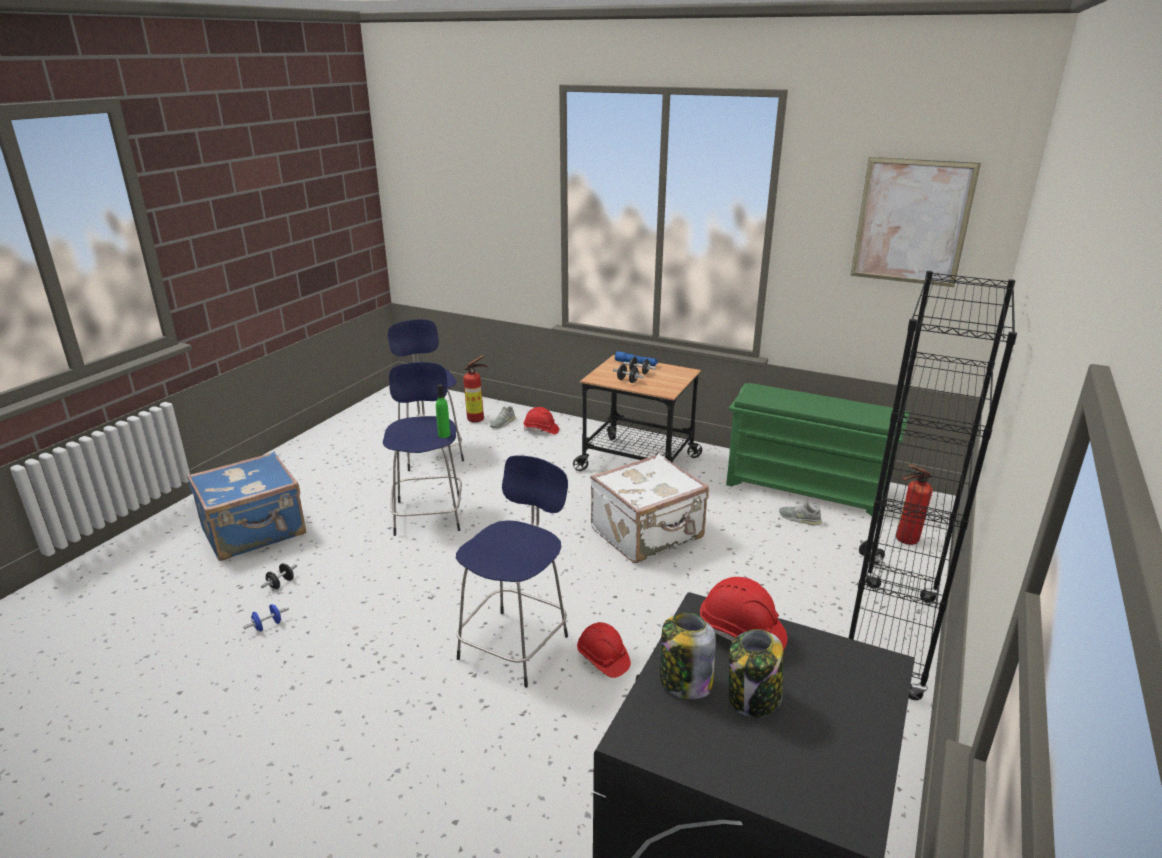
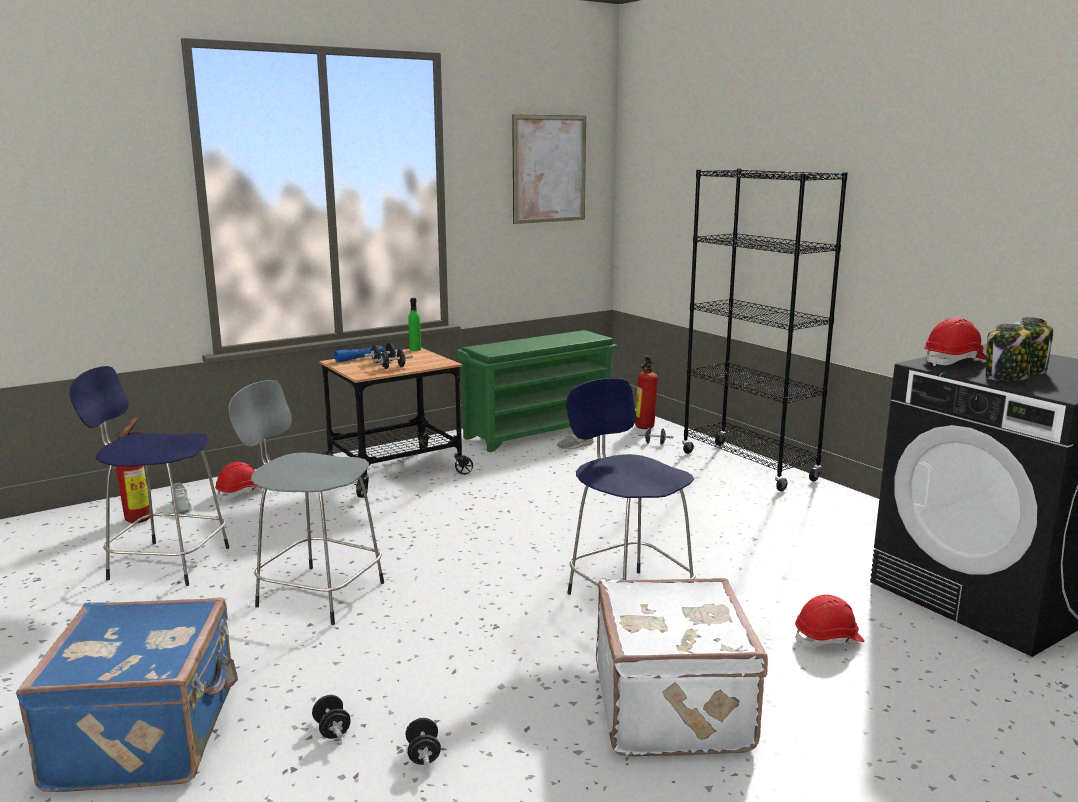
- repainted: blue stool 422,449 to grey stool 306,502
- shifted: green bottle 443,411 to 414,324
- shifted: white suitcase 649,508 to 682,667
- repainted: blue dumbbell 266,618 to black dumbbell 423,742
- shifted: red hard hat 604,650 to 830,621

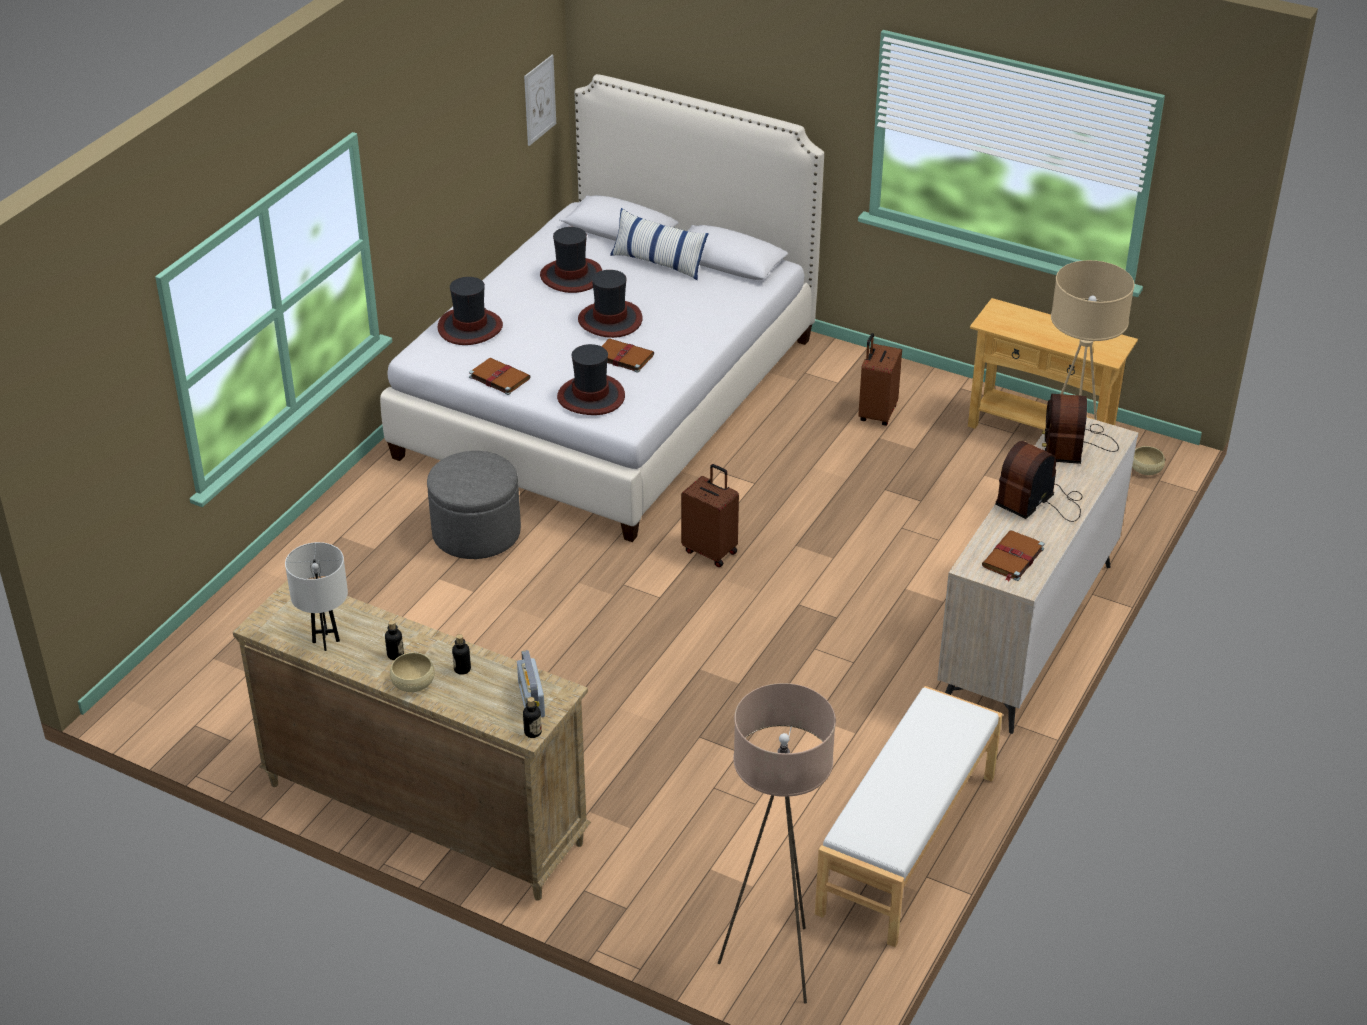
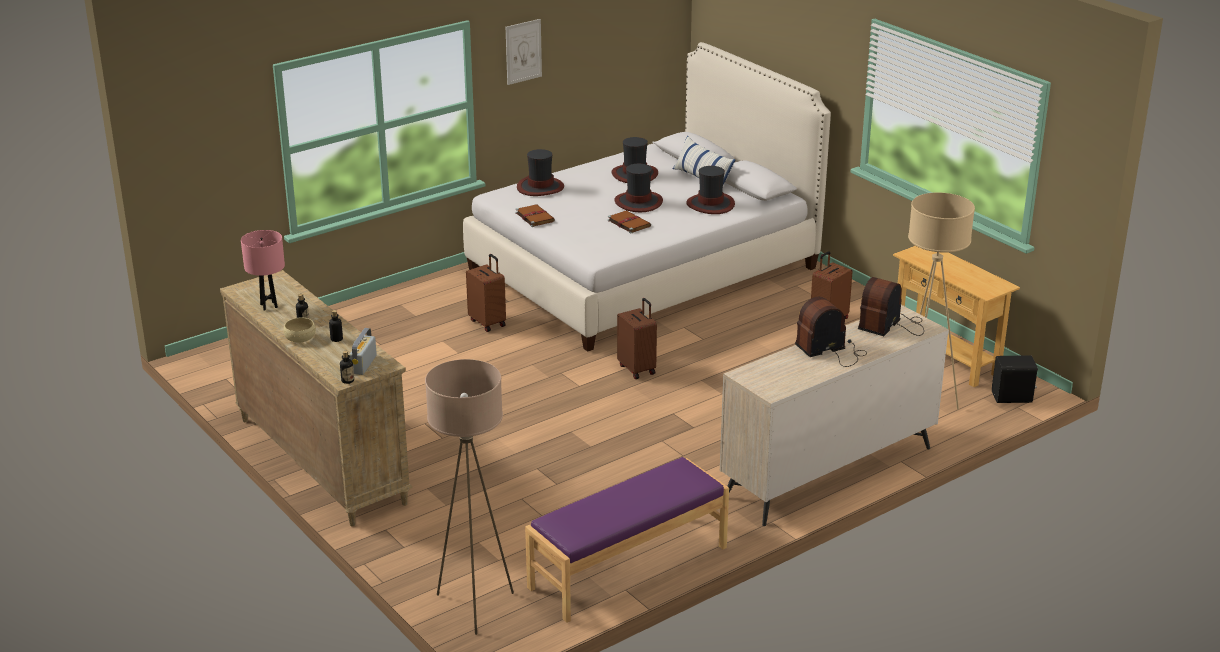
- shifted: picture 540,100 to 524,52
- shifted: hat 591,379 to 710,190
- swapped: beige bowl 1148,460 to black speaker 1015,379
- swapped: grey ottoman 474,505 to brown suitcase 486,293
- gone: brown book 1013,556
- repainted: white table lamp 316,596 to pink table lamp 263,270
- repainted: white bench 908,816 to purple bench 627,540

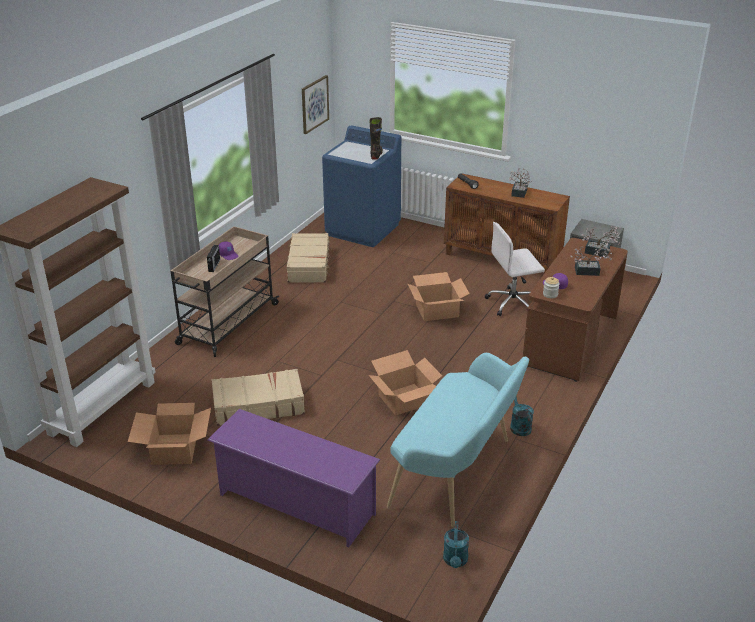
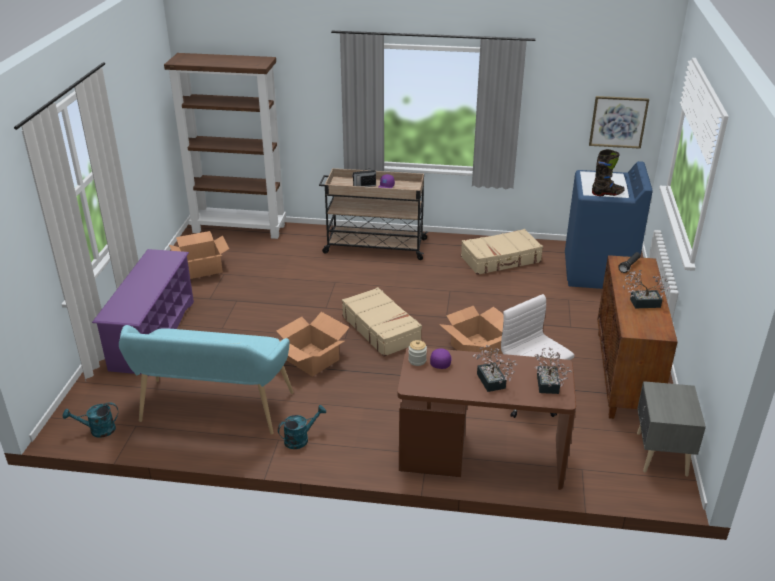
- shifted: beige suitcase 258,397 to 382,322

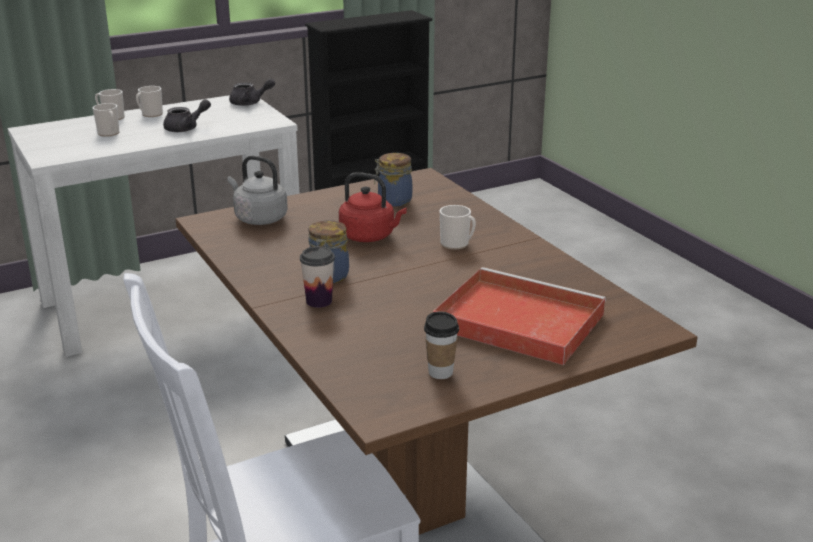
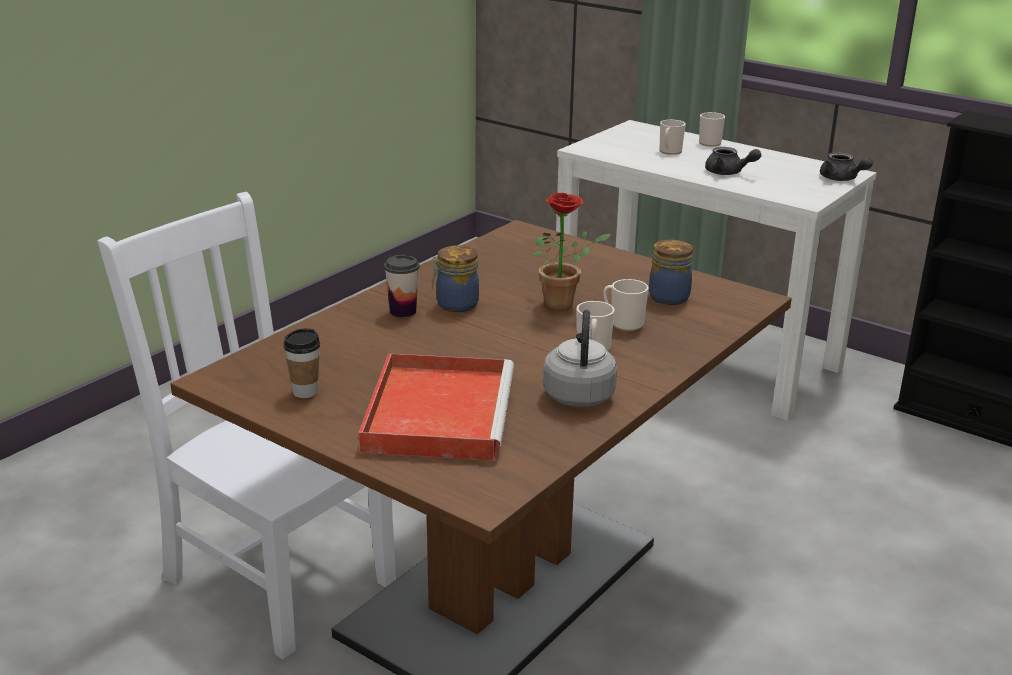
- shifted: mug 149,101 to 626,305
- shifted: grey kettle 257,190 to 580,358
- swapped: red kettle 373,207 to potted plant 572,252

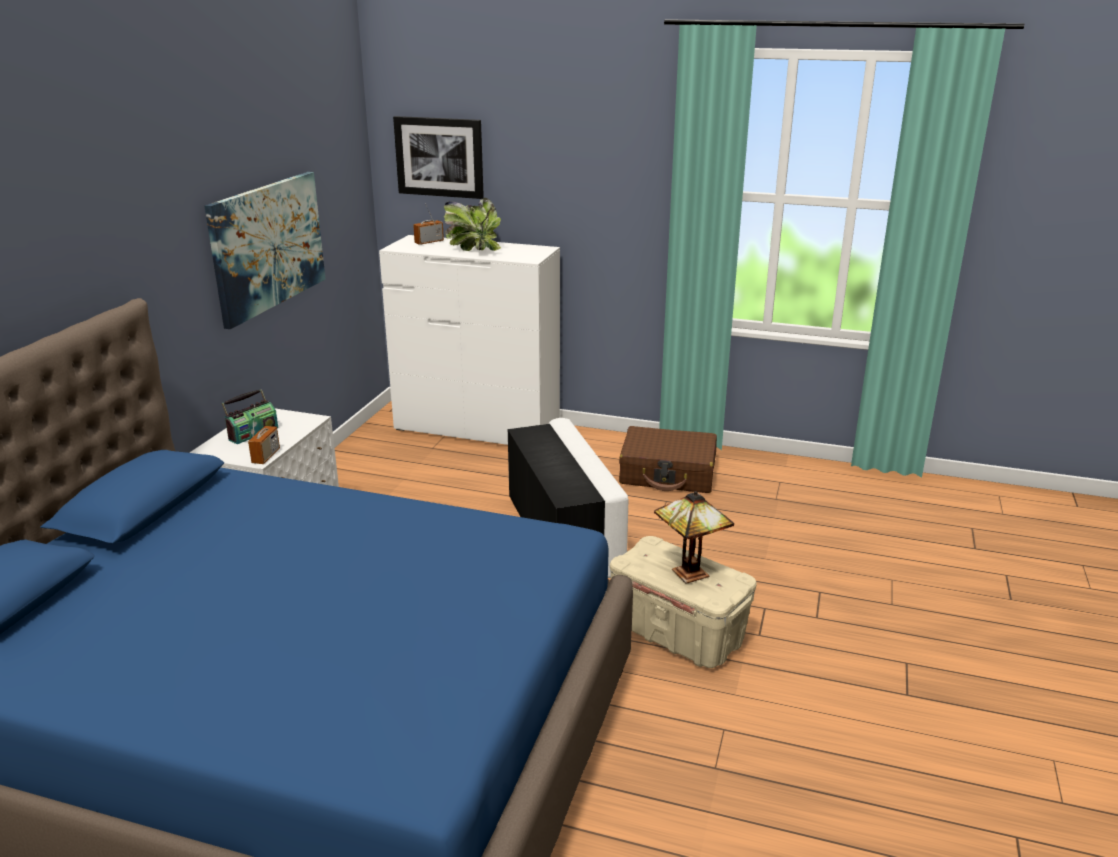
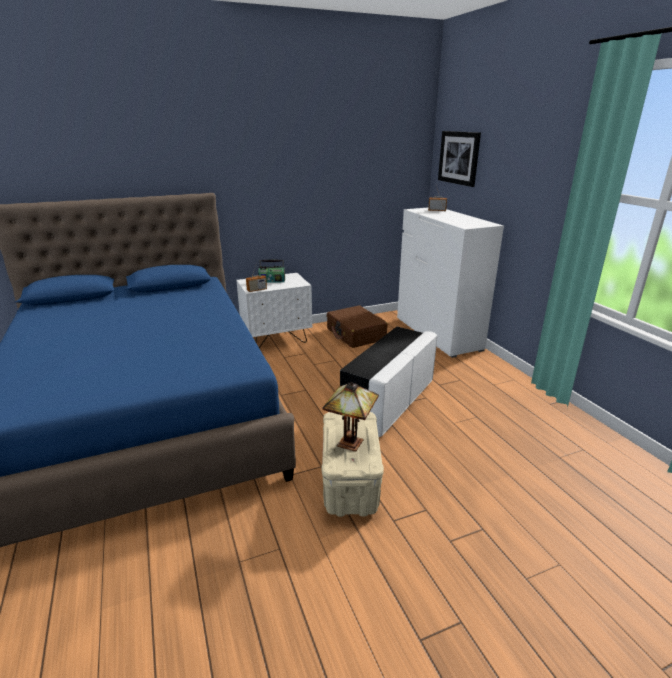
- gone: picture 264,250
- gone: potted plant 472,224
- shifted: brown suitcase 668,459 to 357,326

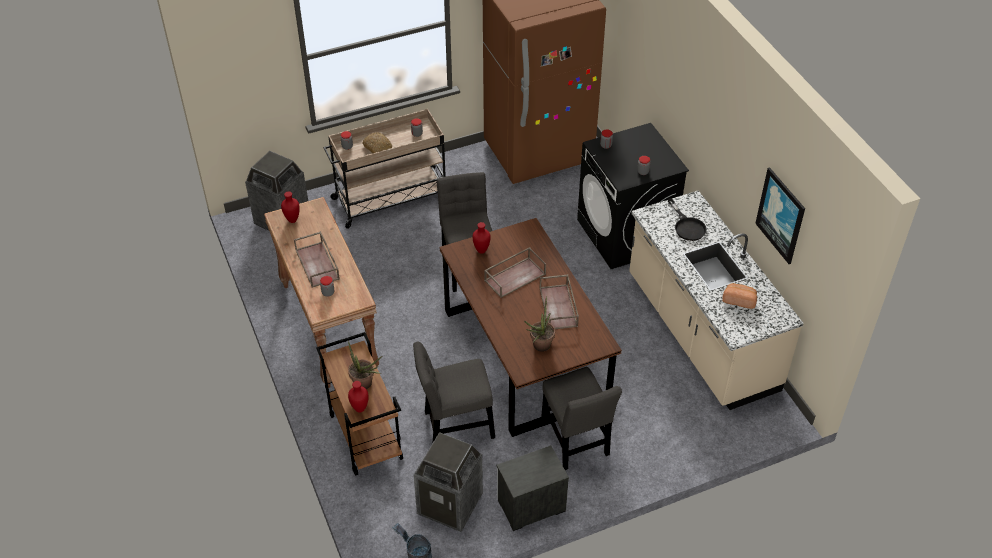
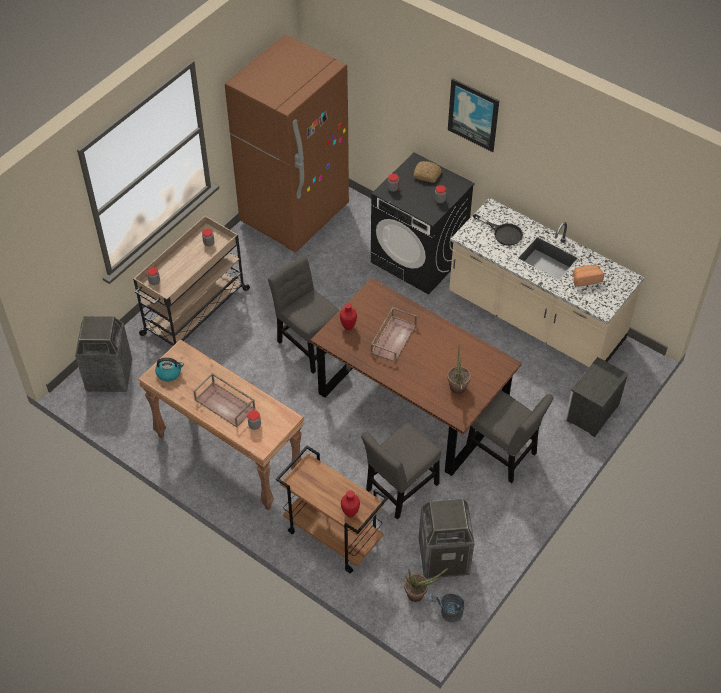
- shifted: bread 377,142 to 427,172
- shifted: picture 780,215 to 473,115
- swapped: red vase 290,207 to kettle 169,369
- gone: brown tray 559,301
- shifted: potted plant 365,365 to 426,585
- shifted: nightstand 533,488 to 596,397

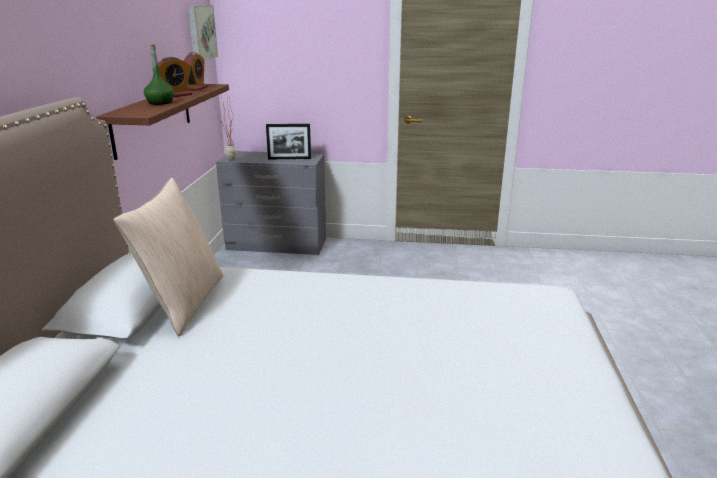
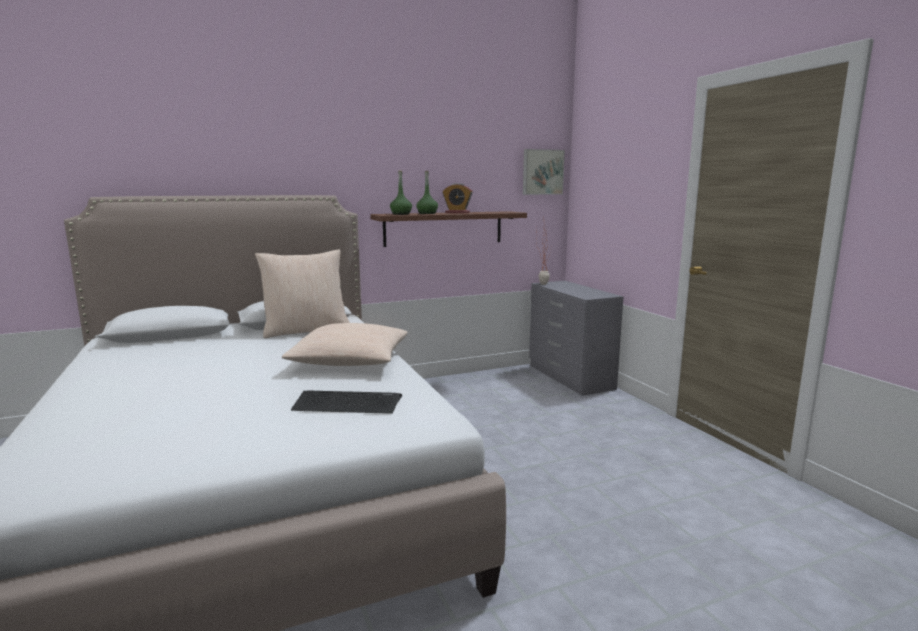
- gone: alarm clock 196,71
- gone: picture frame 288,141
- new: green bottle 401,193
- new: beige pillow 345,344
- new: keyboard 346,402

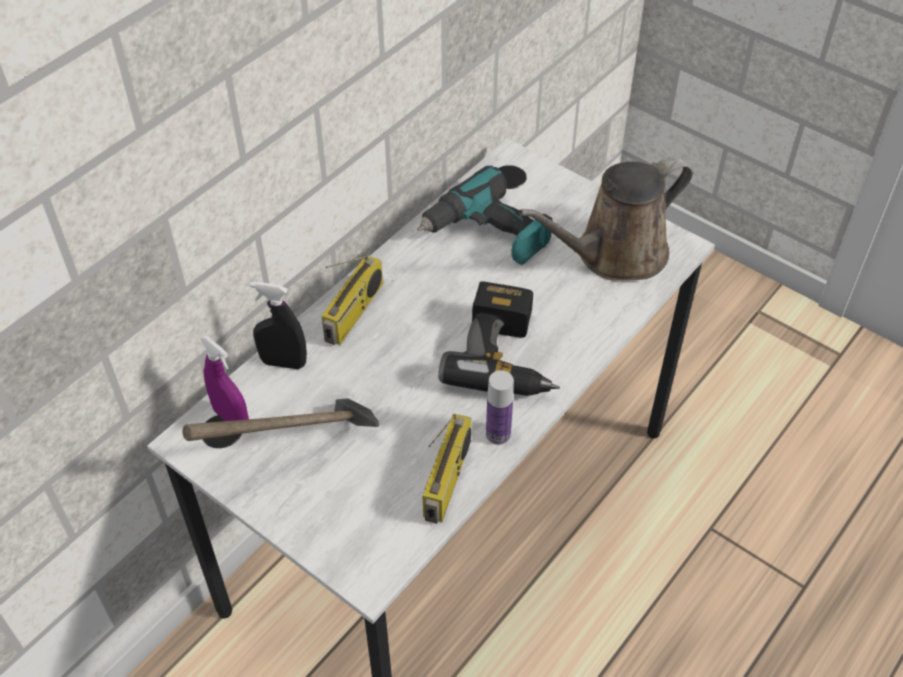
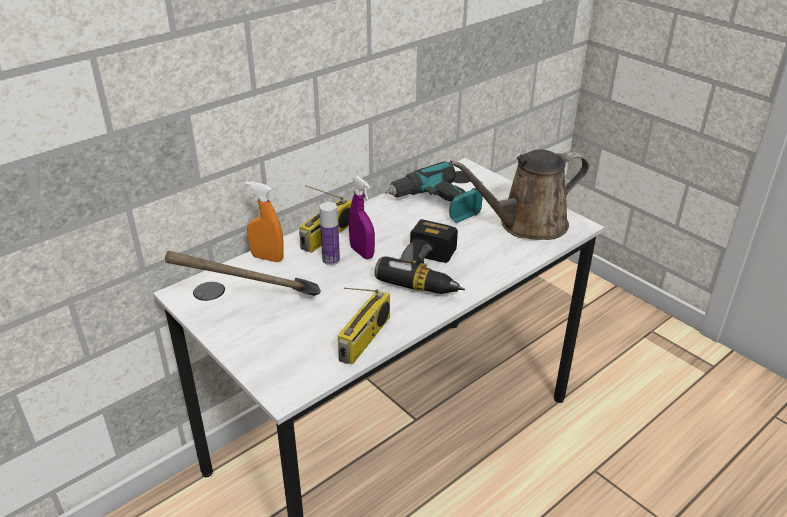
- repainted: black spray bottle 278,325 to orange spray bottle 264,221
- shifted: purple spray bottle 224,378 to 362,217
- shifted: bottle 500,407 to 330,233

